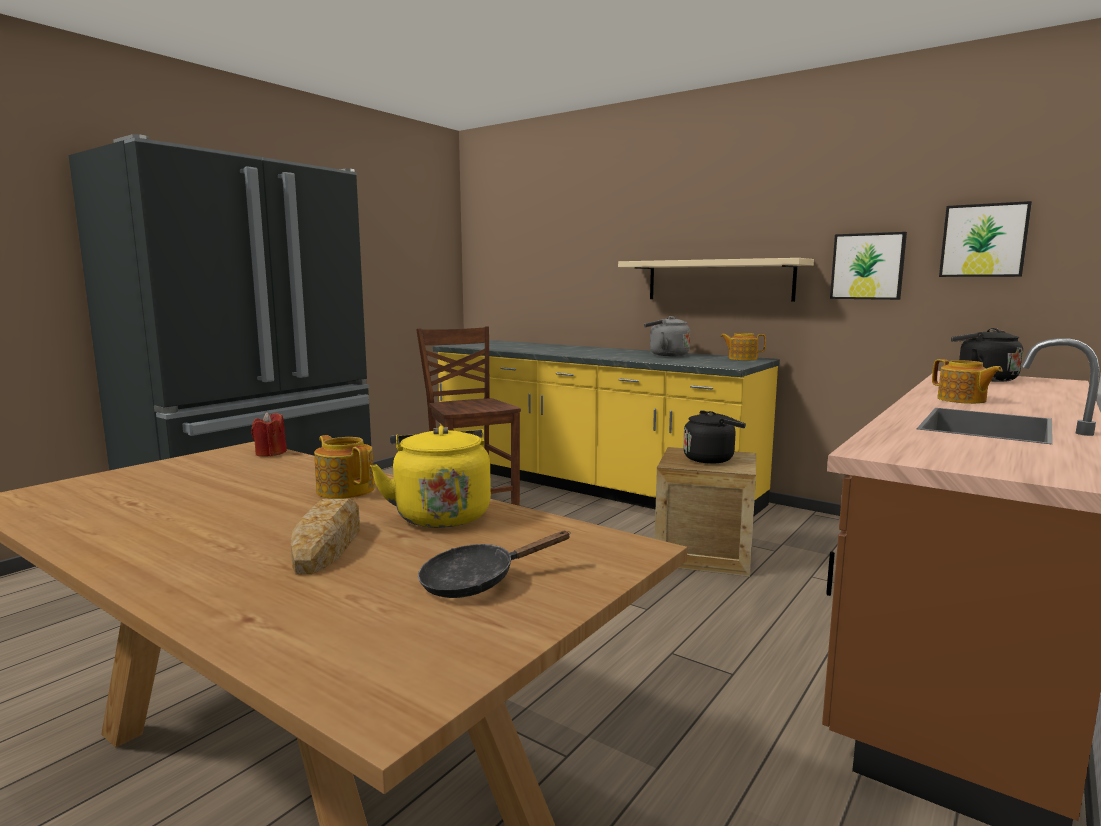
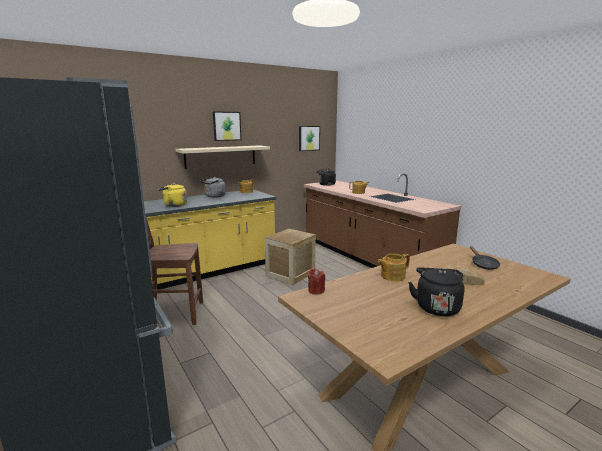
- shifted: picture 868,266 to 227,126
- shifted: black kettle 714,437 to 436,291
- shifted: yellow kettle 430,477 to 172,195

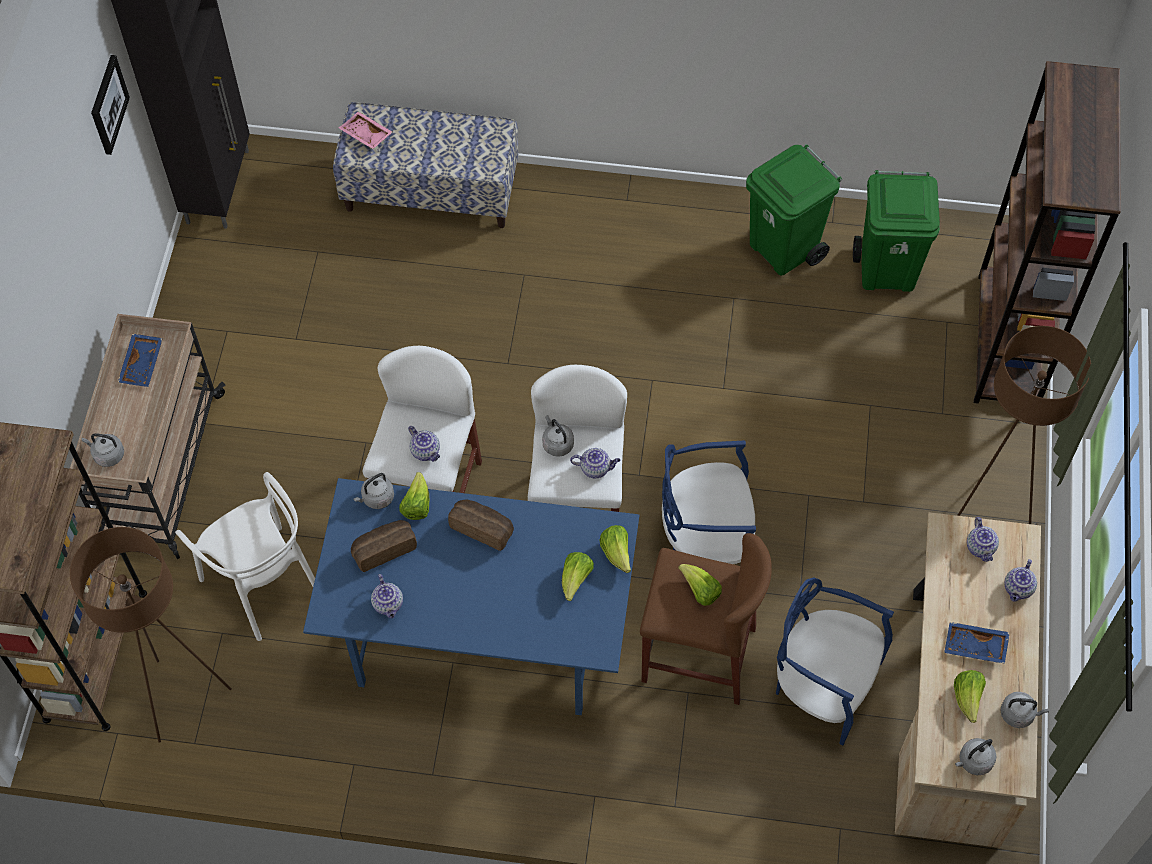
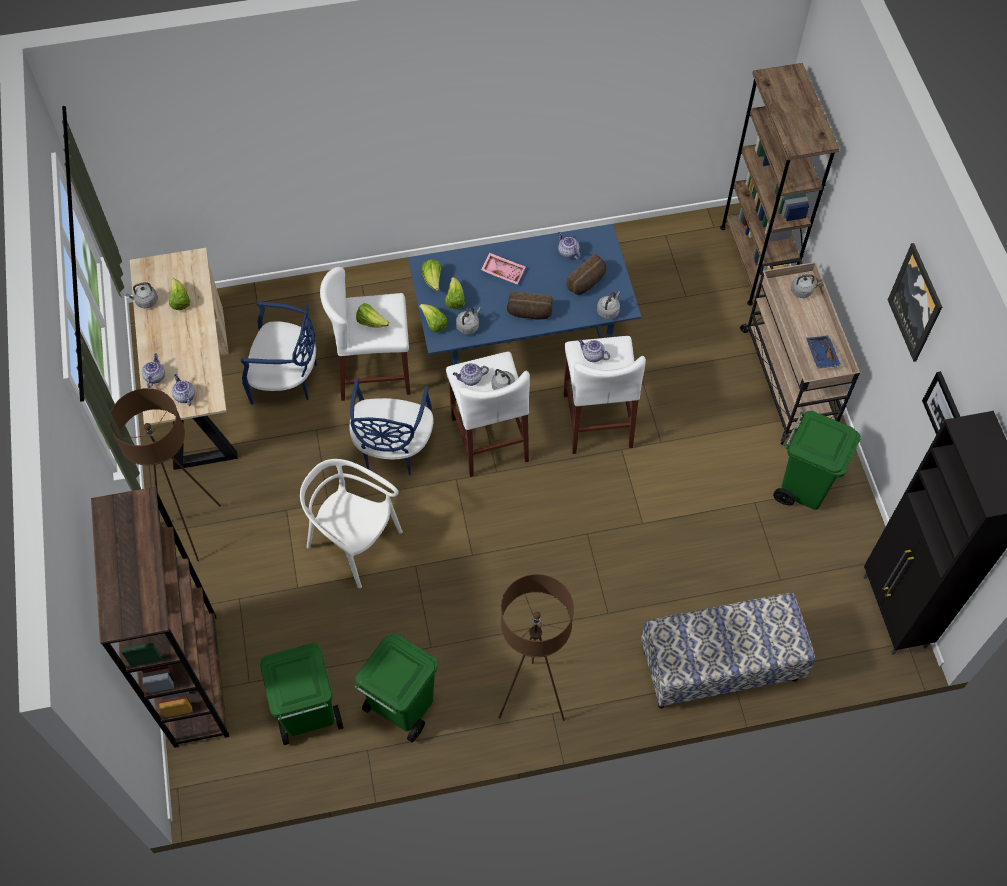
- shifted: pink tray 365,130 to 503,268
- rotated: blue chair 709,502 = 391,427 120 degrees clockwise
- shifted: white chair 245,556 to 351,523
- shifted: lettuce 414,496 to 432,275
- shifted: brown floor lamp 151,635 to 536,647
- repainted: brown stool 706,619 to white stool 365,334
- gone: blue tray 977,643
- shifted: grey kettle 975,756 to 468,321
- new: picture 915,302
- new: green trash can 817,460

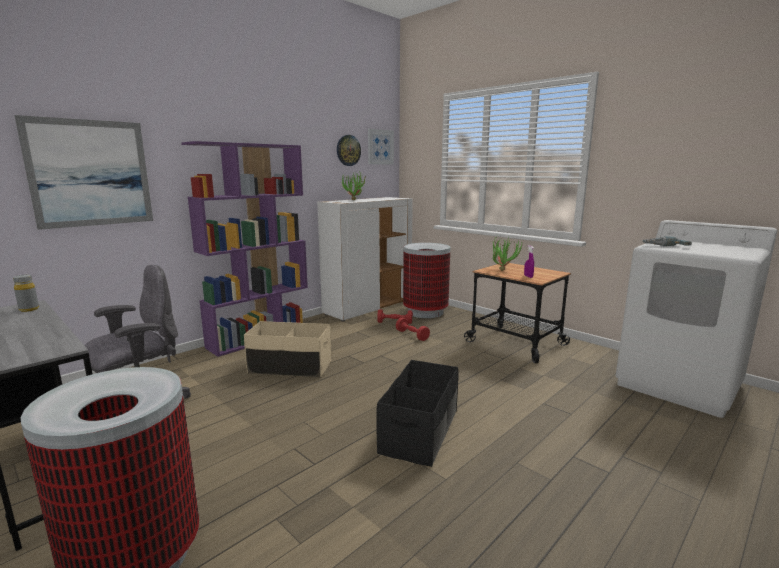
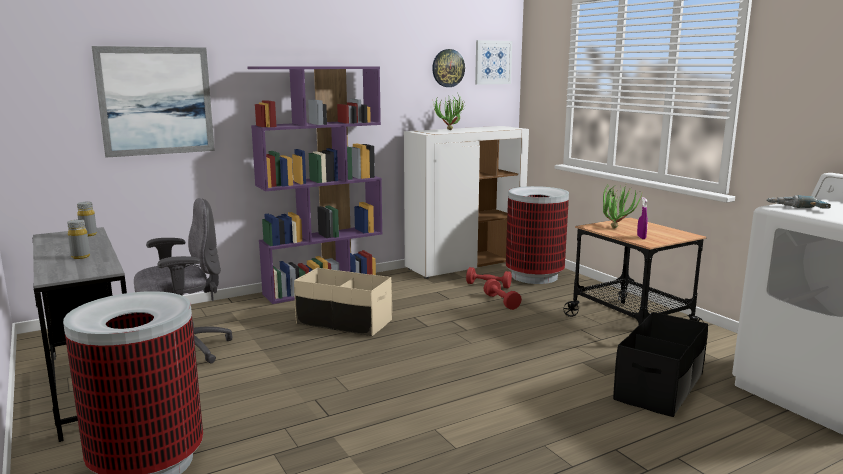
- shifted: black storage box 417,413 to 660,364
- new: grey bottle 78,239

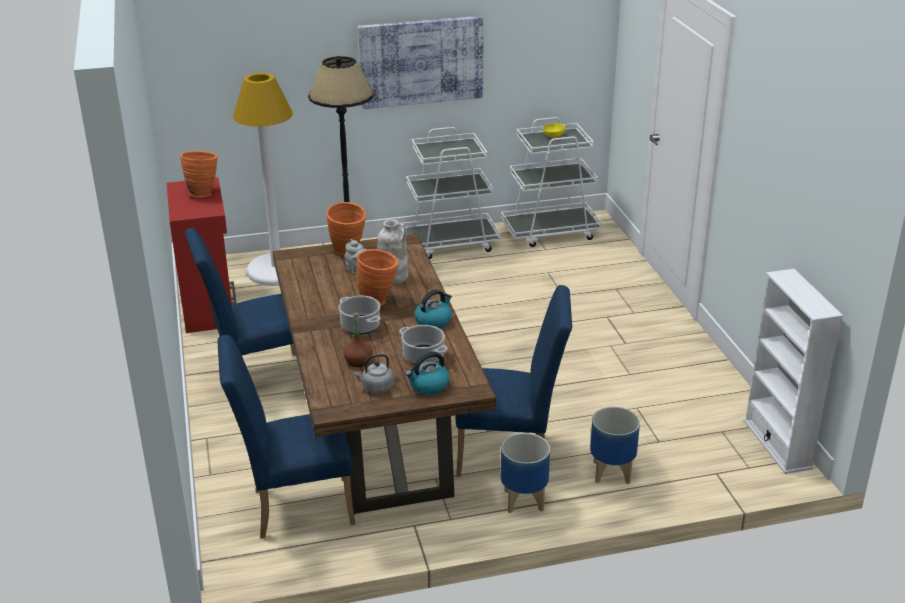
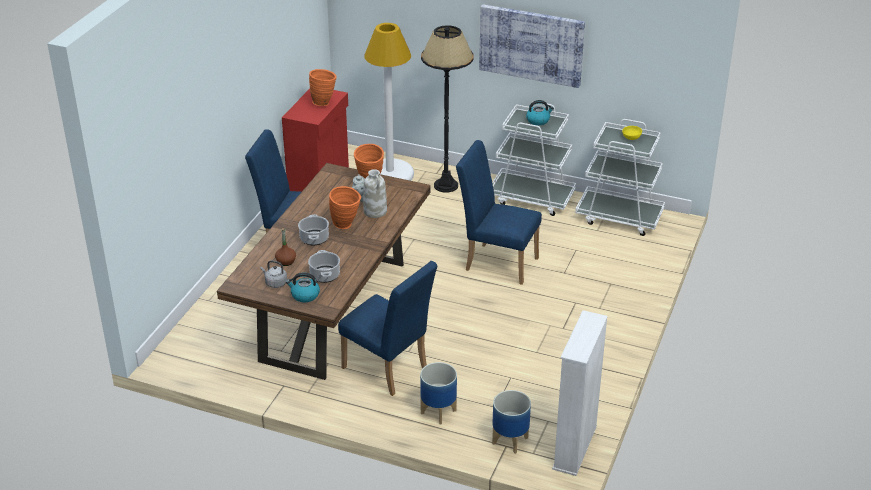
- shifted: kettle 433,309 to 540,112
- shifted: blue chair 286,436 to 499,212
- shifted: planter 525,473 to 511,422

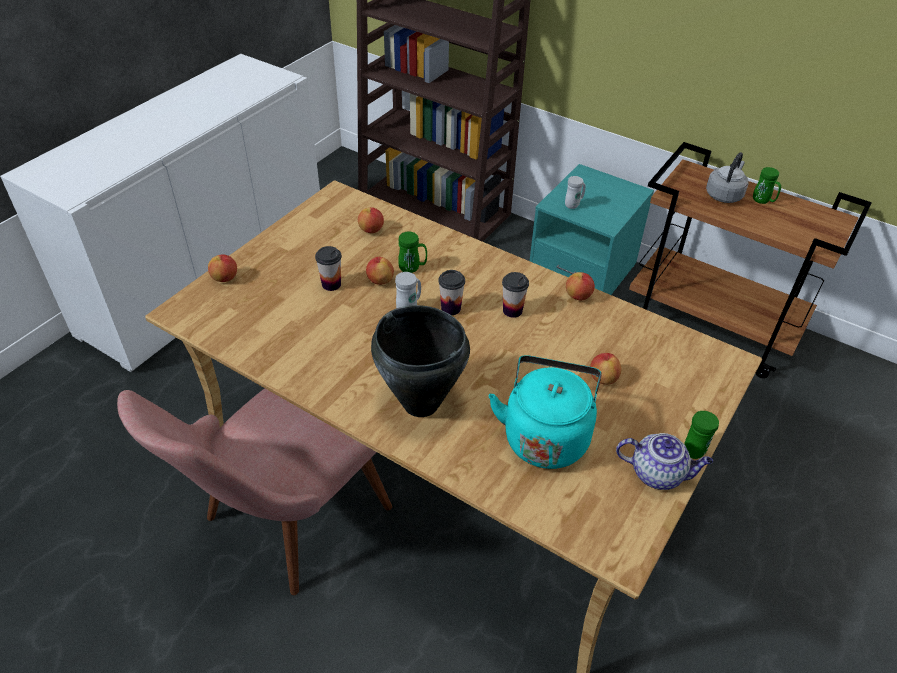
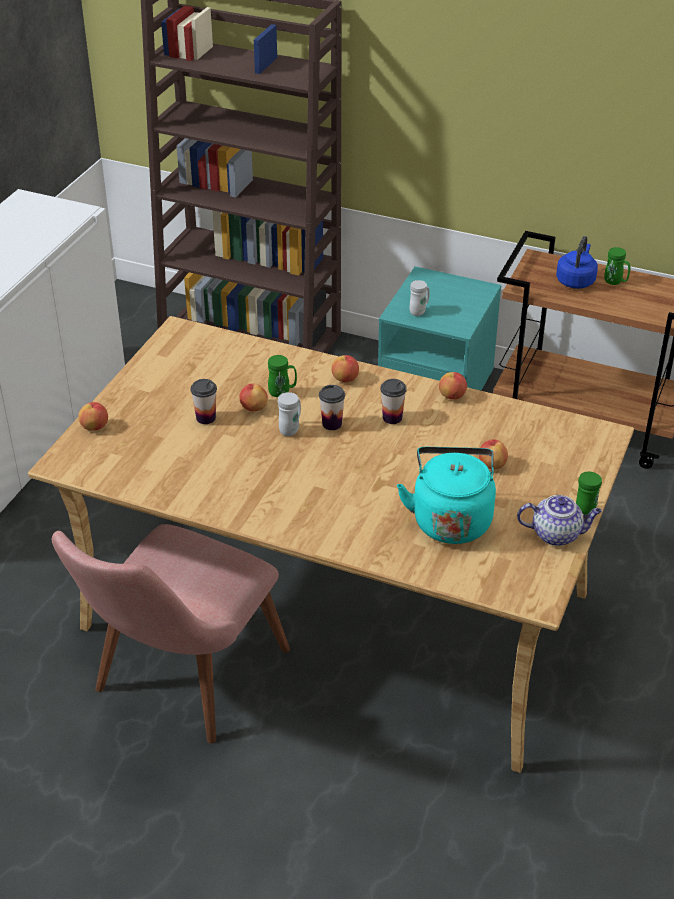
- repainted: grey kettle 727,177 to blue kettle 577,262
- shifted: apple 371,220 to 345,368
- gone: black cooking pot 420,361

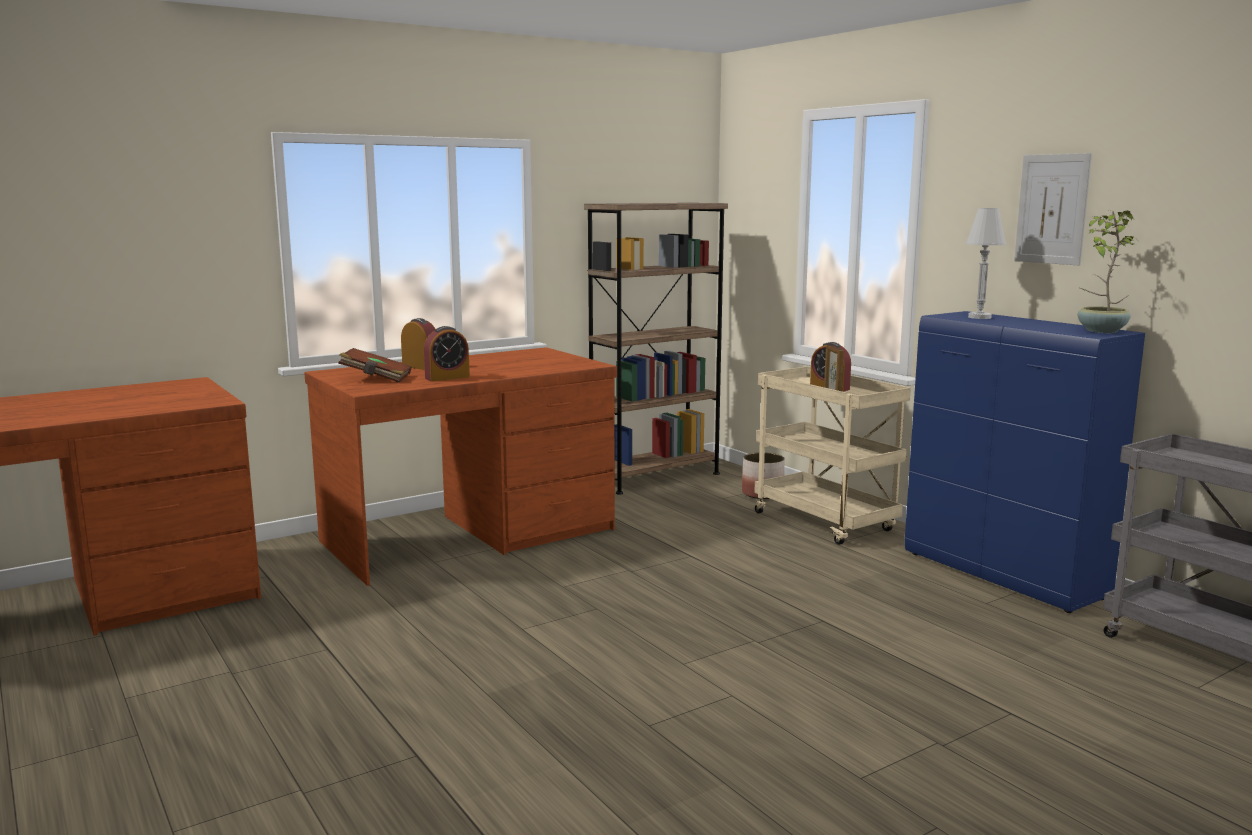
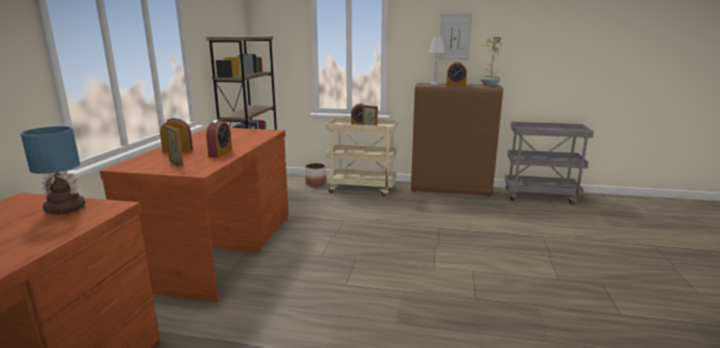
- repainted: blue cabinet 1025,462 to brown cabinet 457,140
- swapped: brown book 375,365 to picture frame 174,146
- new: alarm clock 456,74
- new: table lamp 53,170

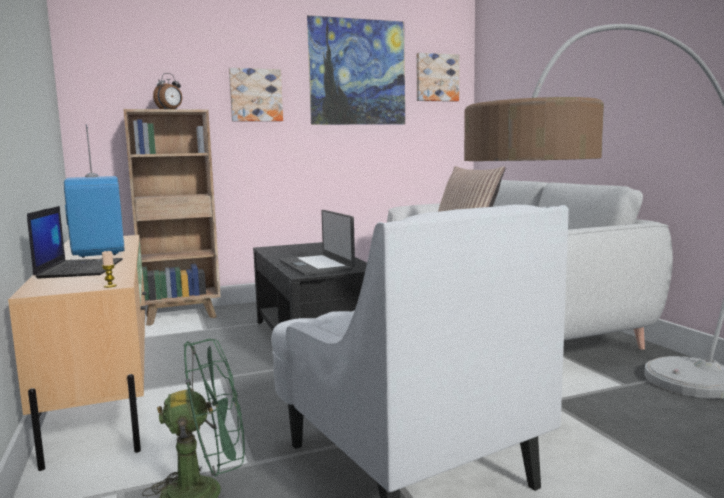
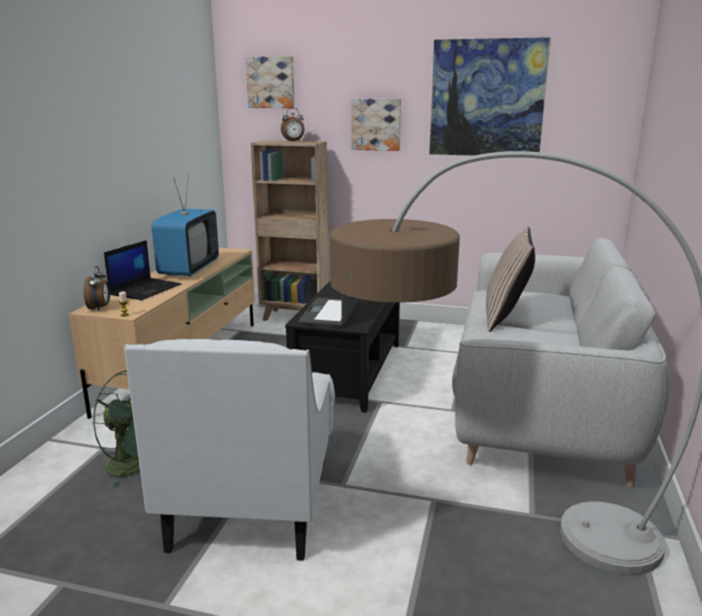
- shifted: picture 438,77 to 270,82
- new: alarm clock 97,288

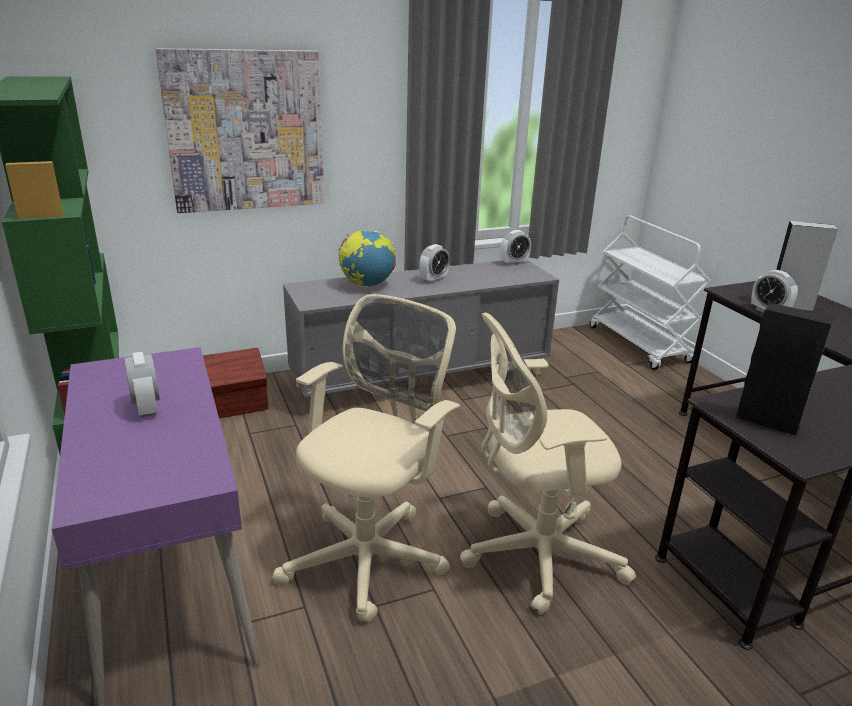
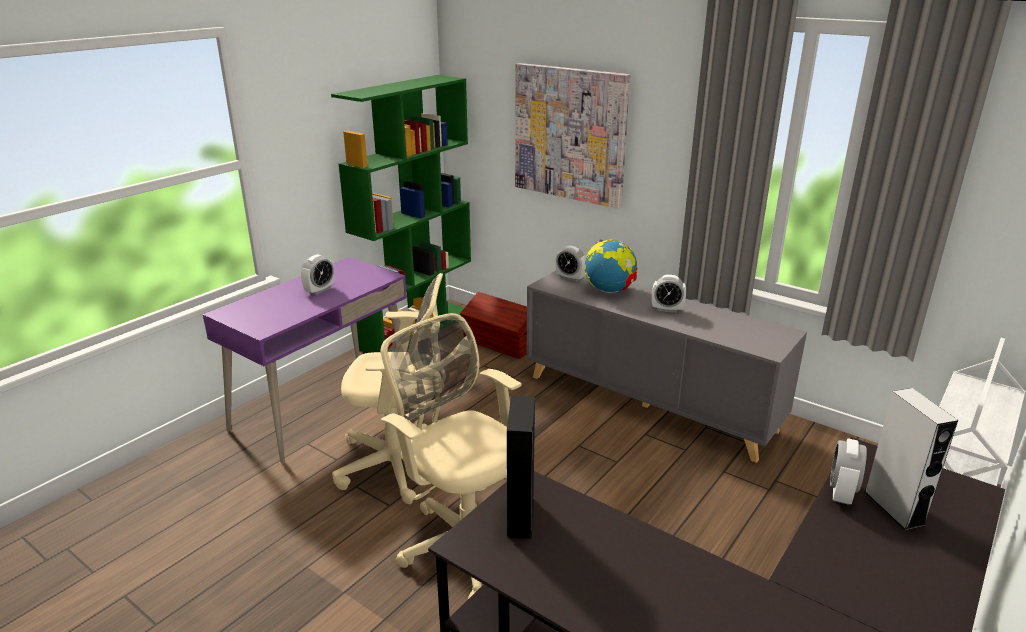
- shifted: alarm clock 515,248 to 570,264

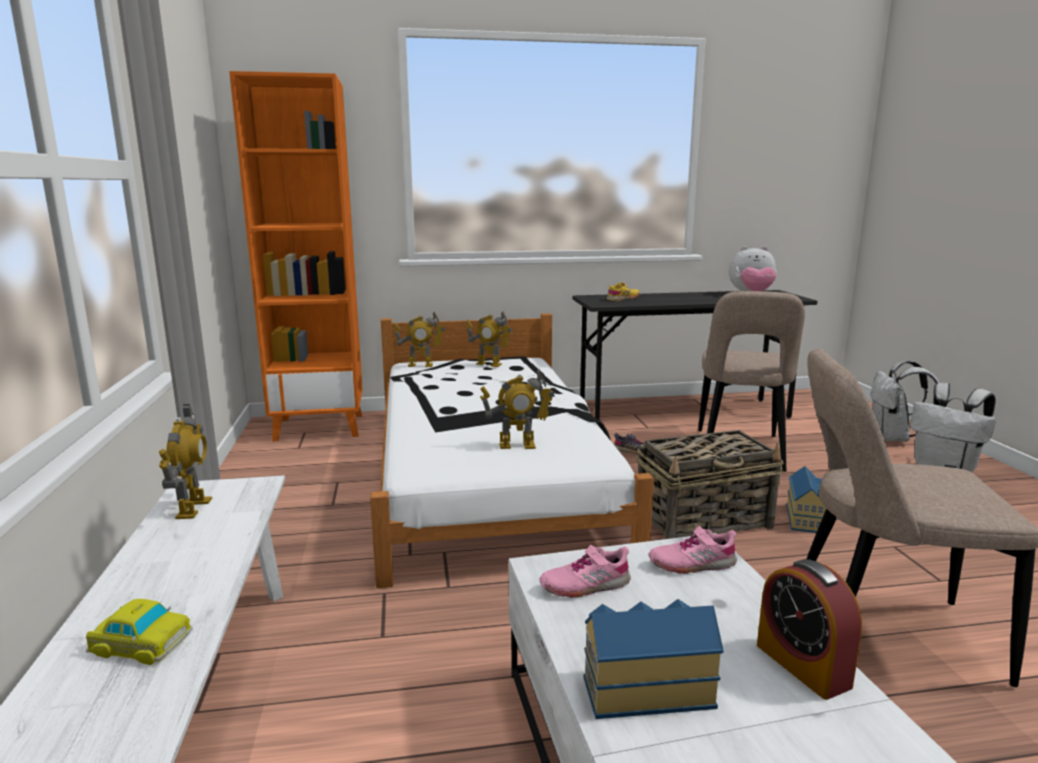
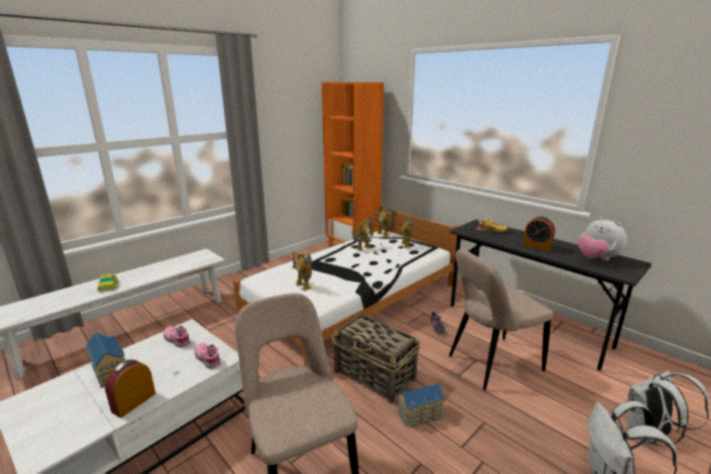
- shifted: toy robot 185,461 to 364,233
- new: alarm clock 539,234

